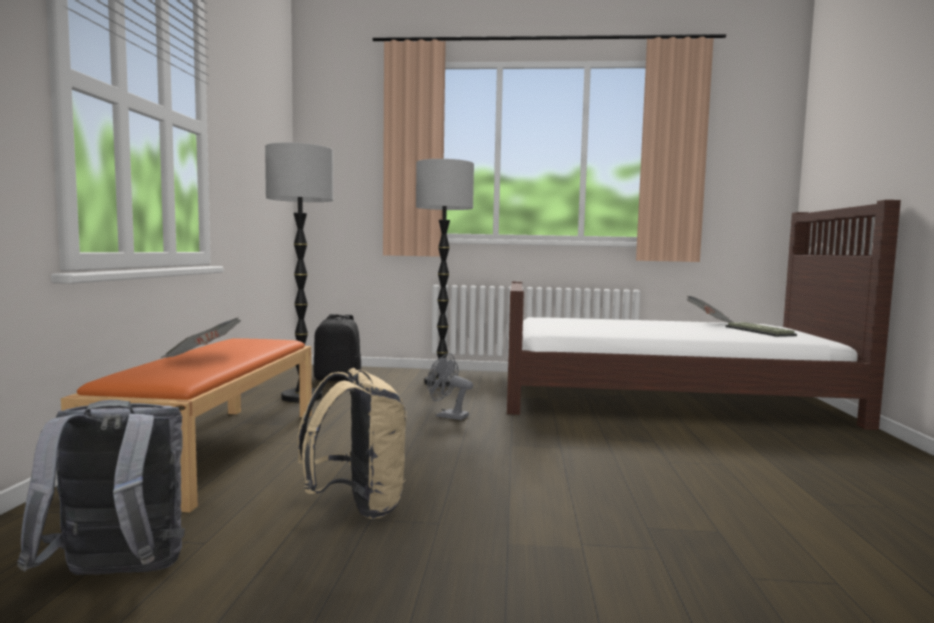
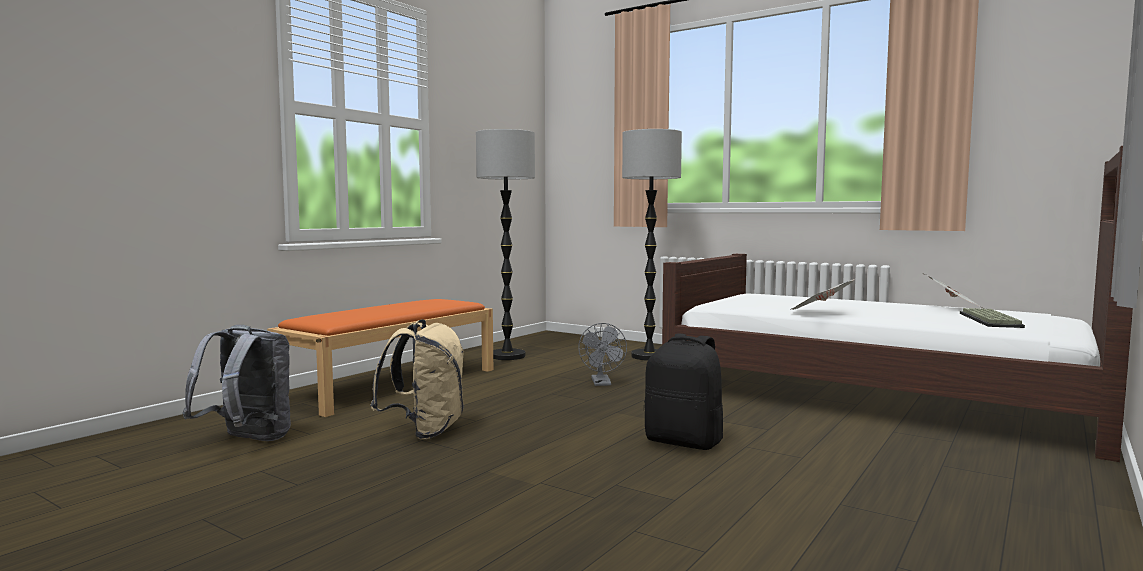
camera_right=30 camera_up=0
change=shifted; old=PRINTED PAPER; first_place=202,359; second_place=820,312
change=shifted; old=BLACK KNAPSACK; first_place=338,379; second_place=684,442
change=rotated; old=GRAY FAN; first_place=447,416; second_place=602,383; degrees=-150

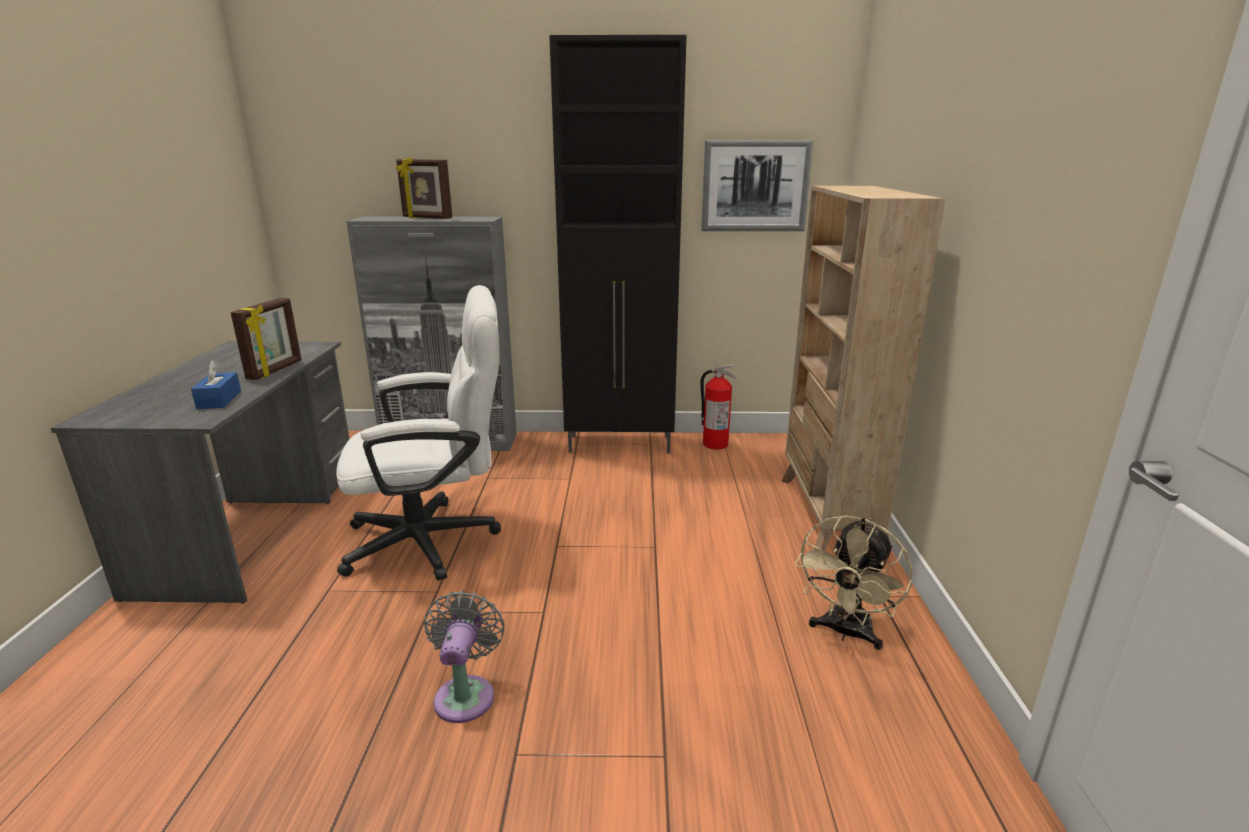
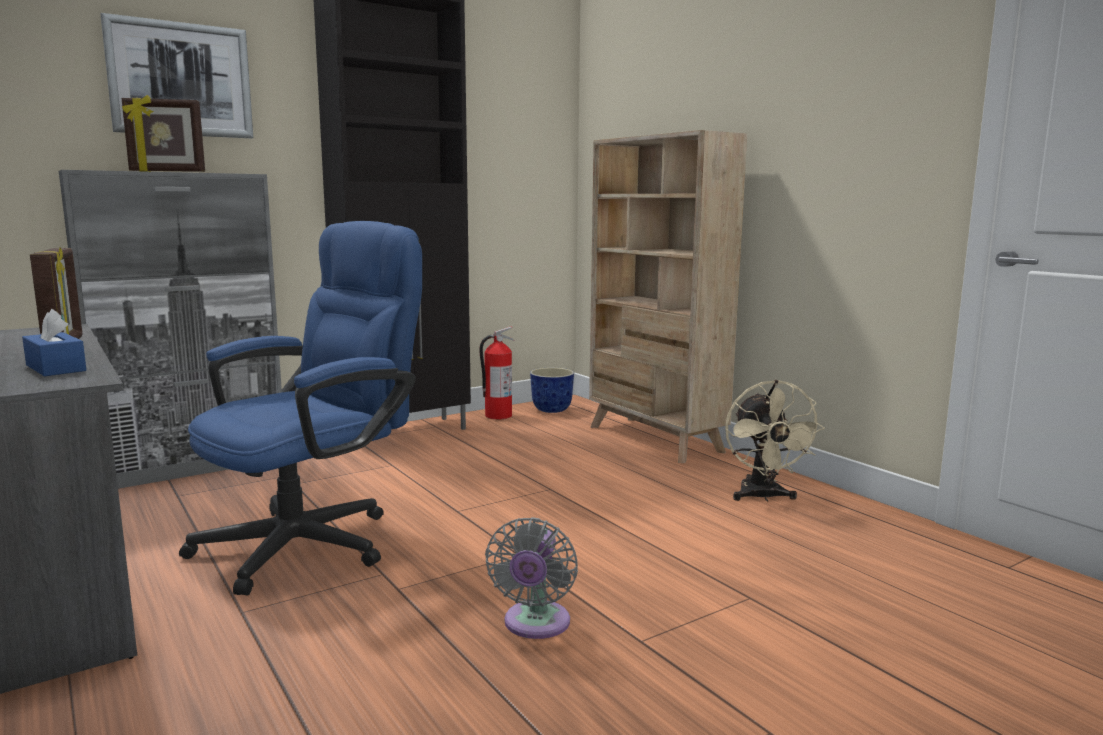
camera_right=-35 camera_up=-10
change=repainted; old=WHITISH DESK CHAIR; new=BLUE-COLOURED DESK CHAIR; first_place=436,540; second_place=314,540
change=rotated; old=GRAY FAN; first_place=466,694; second_place=535,625; degrees=-135
change=shifted; old=WALL PICTURE; first_place=755,186; second_place=180,79
change=new; new=PLANTER; second_place=551,410

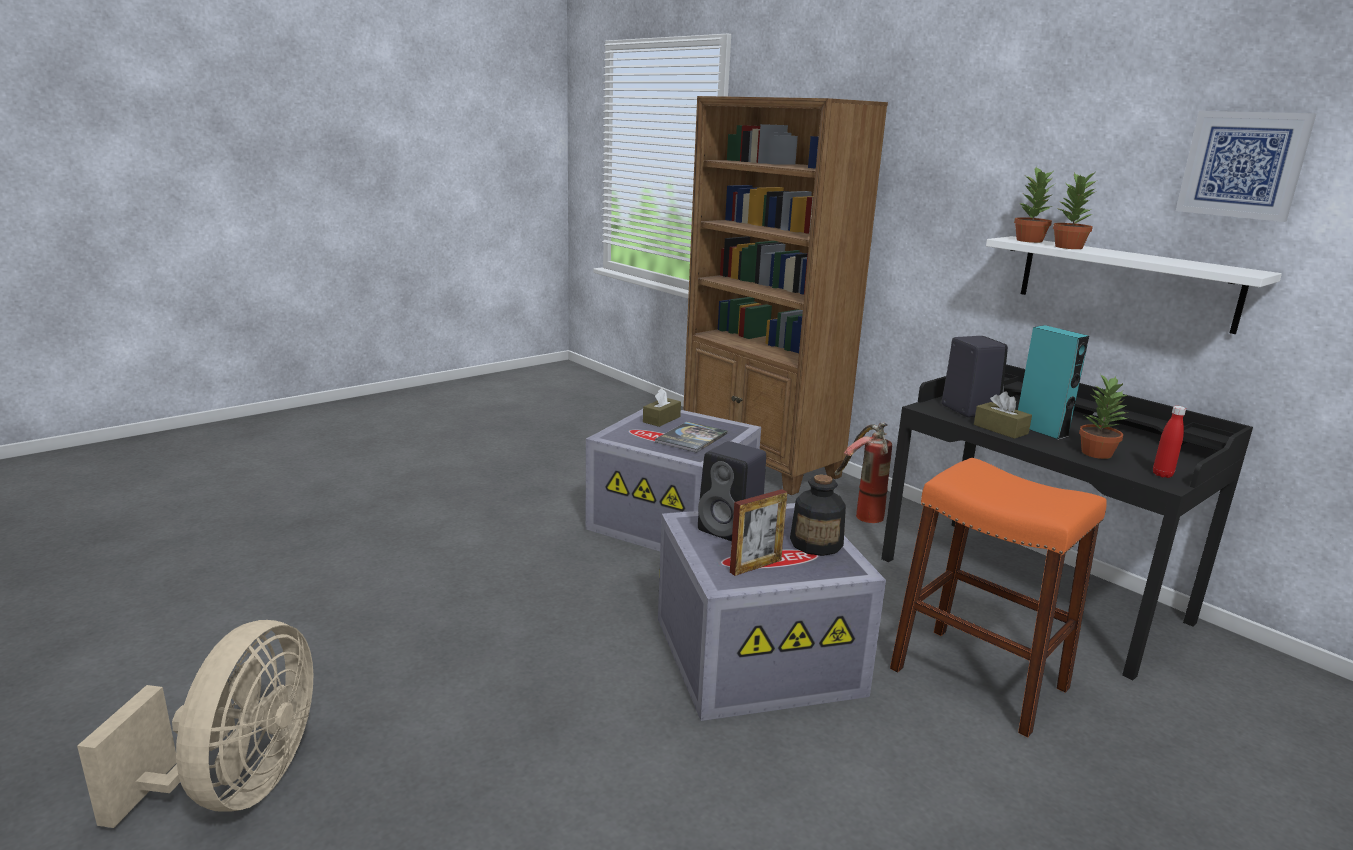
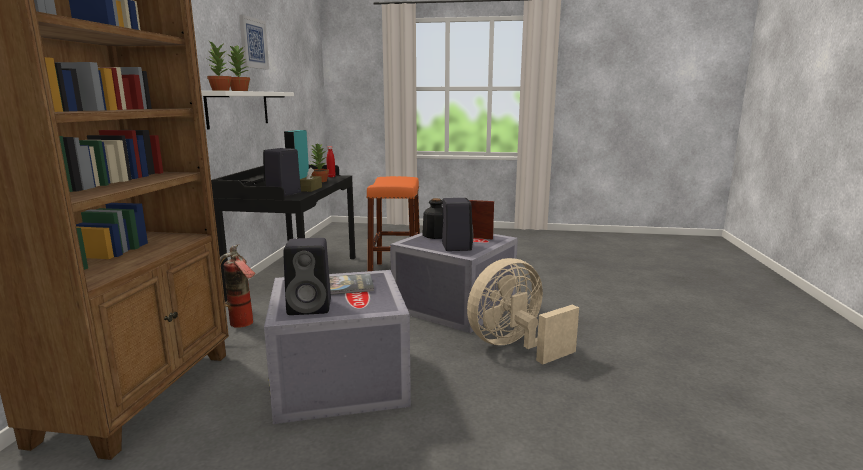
camera_right=-130 camera_up=-5
change=shifted; old=BEIGE FAN; first_place=237,786; second_place=514,346
change=swapped; old=BROWN-COLOURED TISSUE HOLDER; new=BLACK AUDIO SPEAKER; first_place=661,419; second_place=311,307

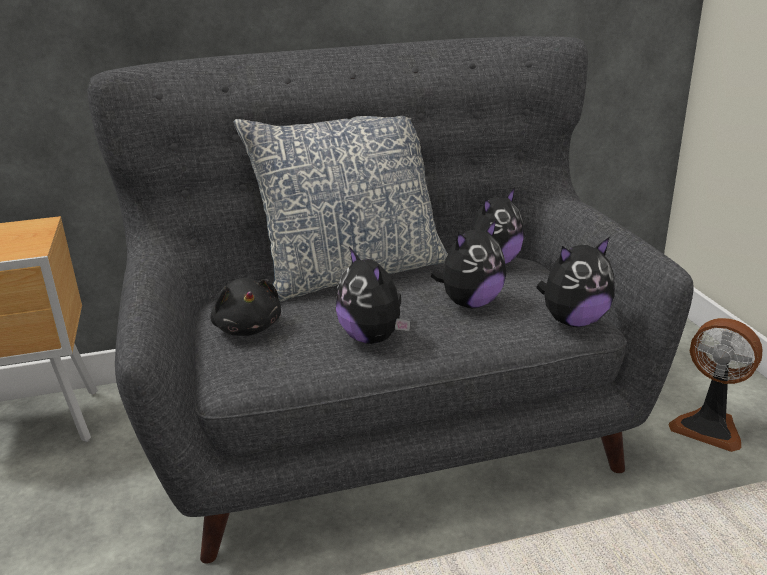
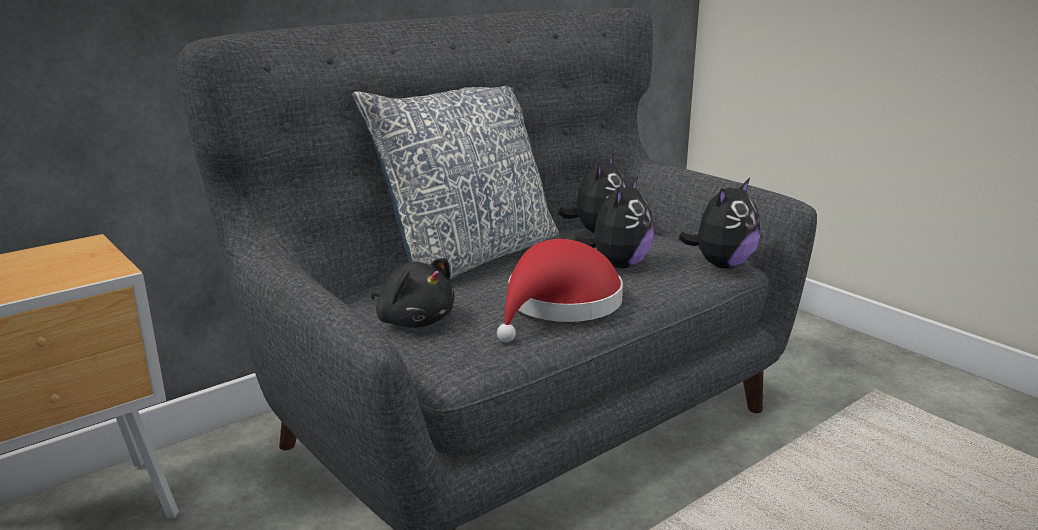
camera_right=-25 camera_up=-5
change=swapped; old=SOFT TOY; new=REDDISH CLOTHING HAT; first_place=373,338; second_place=559,306
change=gone; old=FAN; first_place=709,427

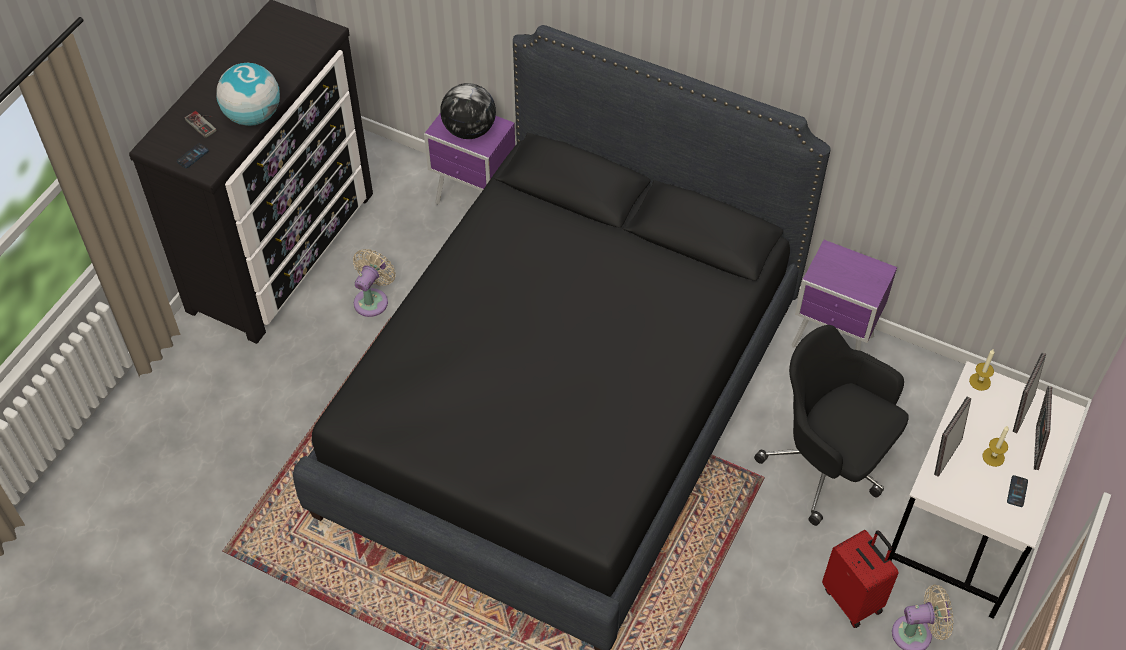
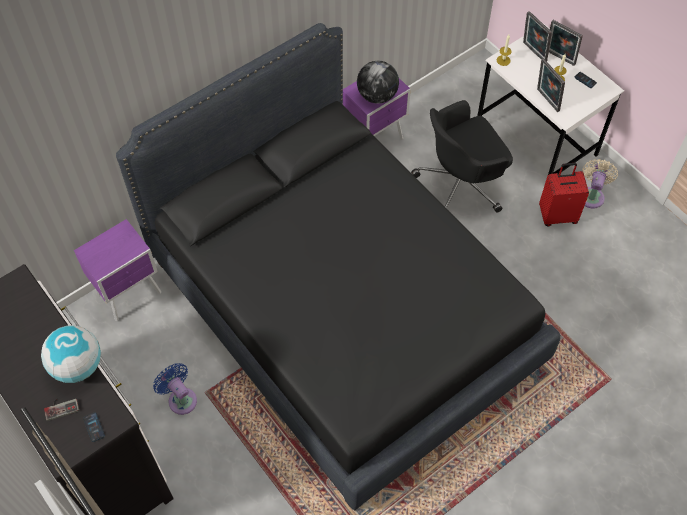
camera_right=-65 camera_up=5
change=repainted; old=BEIGE FAN; new=BLUE-COLOURED FAN; first_place=373,300; second_place=180,398
change=shifted; old=GLOBE; first_place=469,130; second_place=377,96

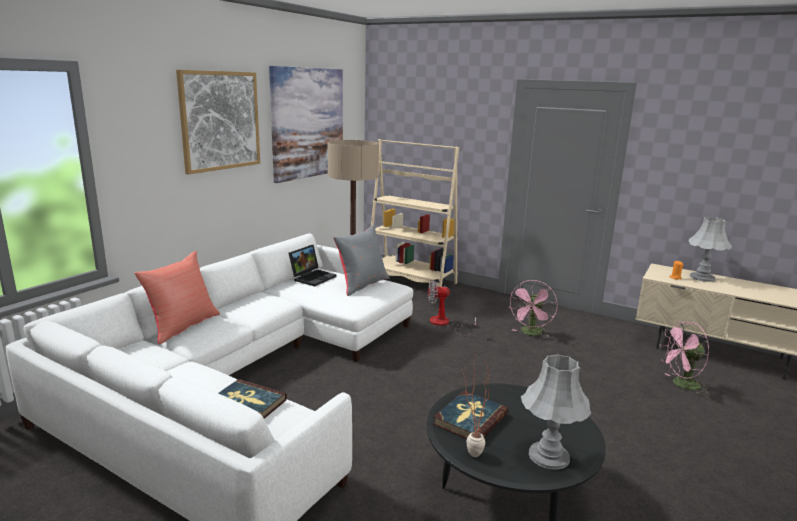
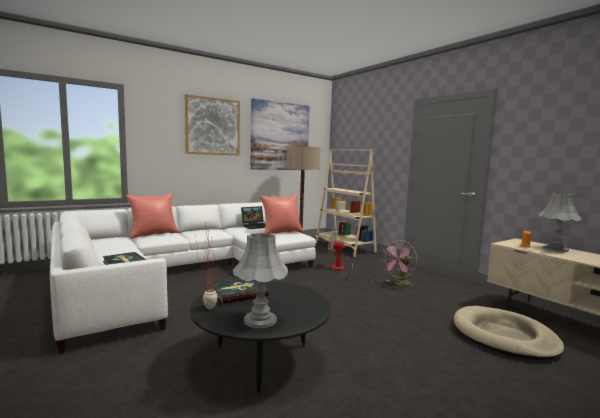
camera_right=25 camera_up=-10
change=repainted; old=GRAY THROW PILLOW; new=REDDISH THROW PILLOW; first_place=362,284; second_place=281,232
change=swapped; old=PINK-COLOURED FAN; new=BEIGE DOG CUSHION; first_place=681,385; second_place=503,336

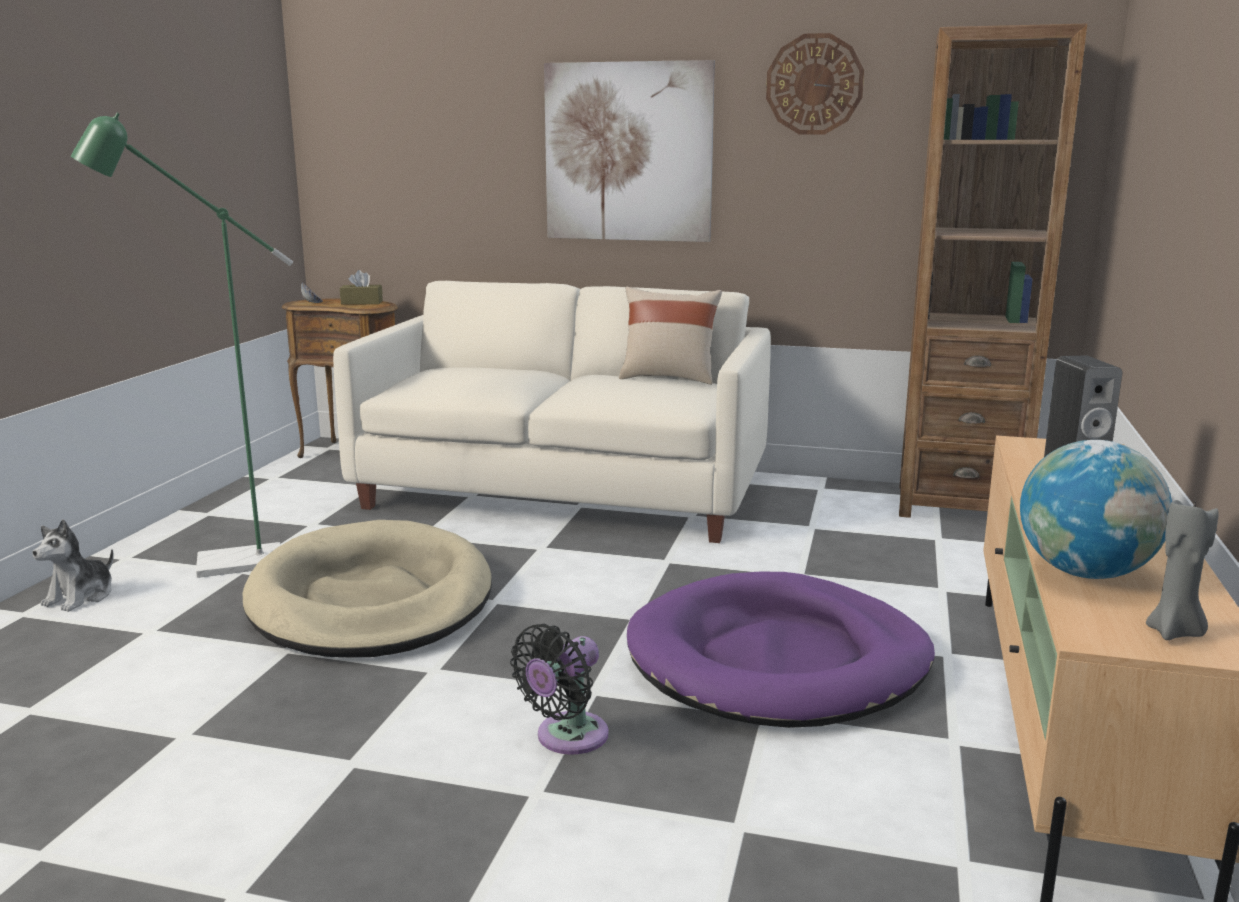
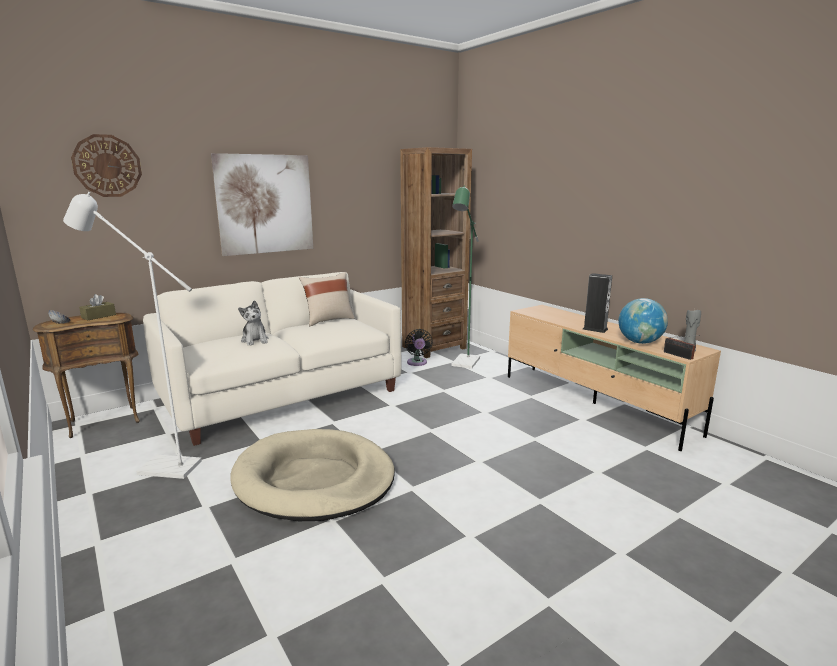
camera_right=-50 camera_up=0
change=shifted; old=SOFT TOY; first_place=81,597; second_place=255,340
change=shifted; old=GREENISH FLOOR LAMP; first_place=222,565; second_place=464,364
change=shifted; old=BLACK FAN; first_place=567,738; second_place=417,363
change=gone; old=PURPLE-COLOURED DOG CUSHION; first_place=778,660
change=shifted; old=CLOCK ON THE WALL; first_place=814,84; second_place=107,166
change=new; new=WHITISH FLOOR LAMP; second_place=160,467
change=new; new=RADIO RECEIVER; second_place=679,356

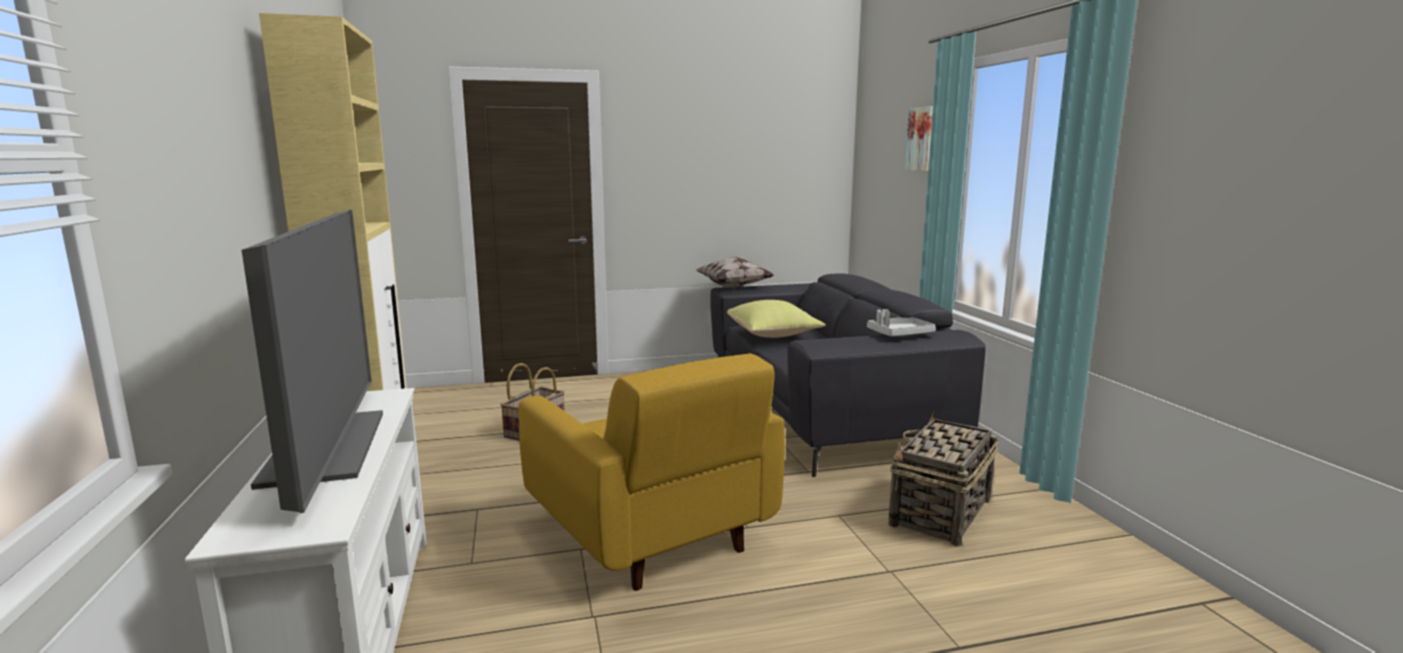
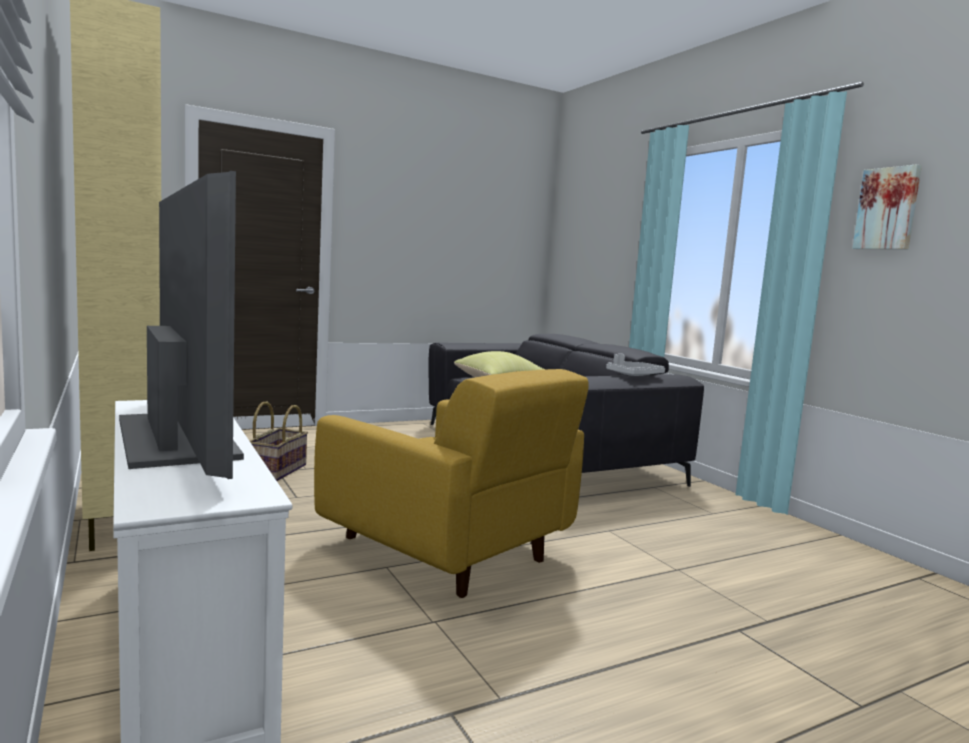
camera_right=-15 camera_up=-5
change=gone; old=THROW PILLOW; first_place=734,286
change=gone; old=HOUSEHOLD BASKET; first_place=940,513
change=shifted; old=WALL PICTURE; first_place=922,139; second_place=888,209

